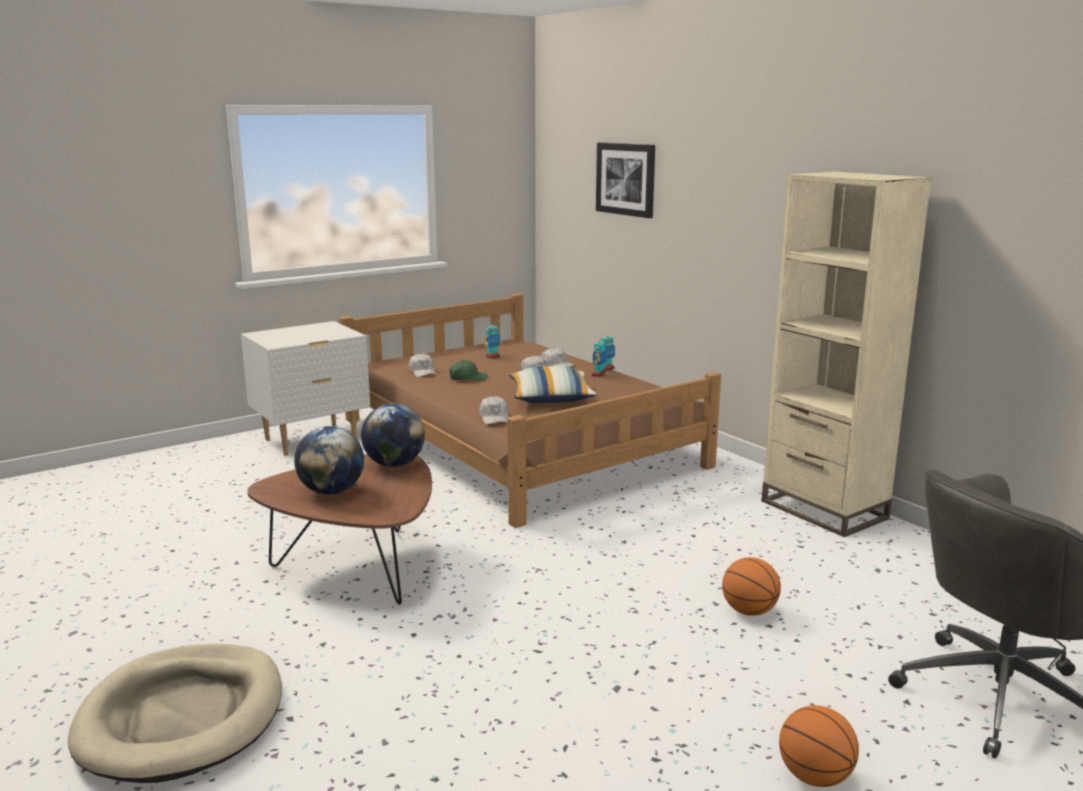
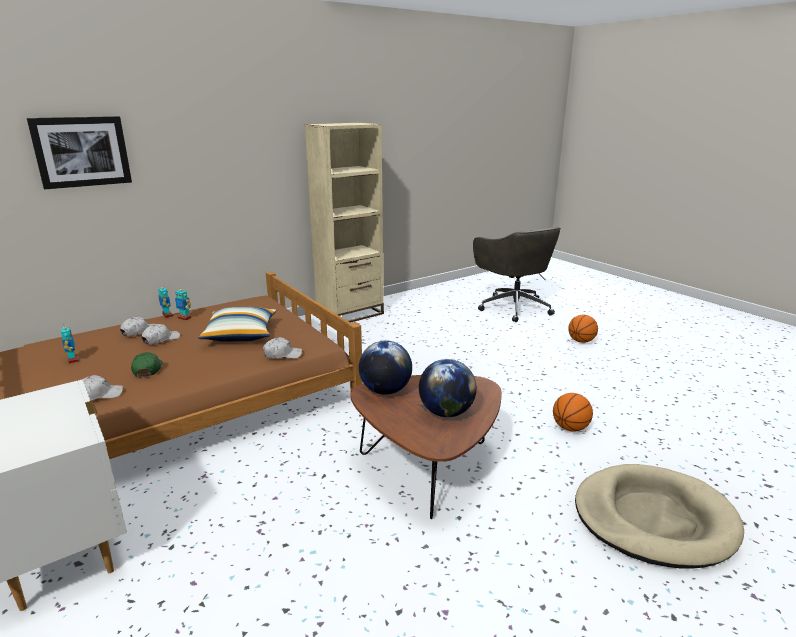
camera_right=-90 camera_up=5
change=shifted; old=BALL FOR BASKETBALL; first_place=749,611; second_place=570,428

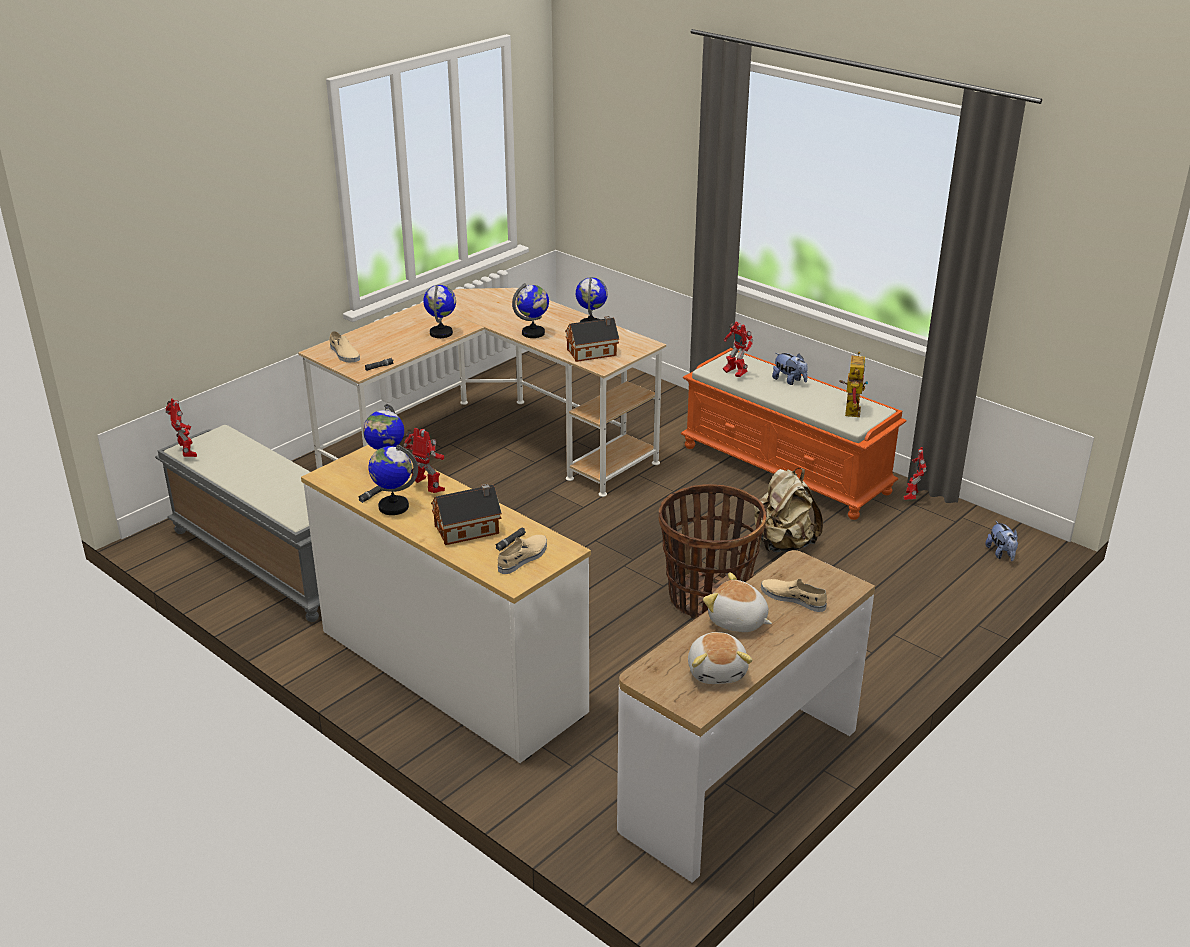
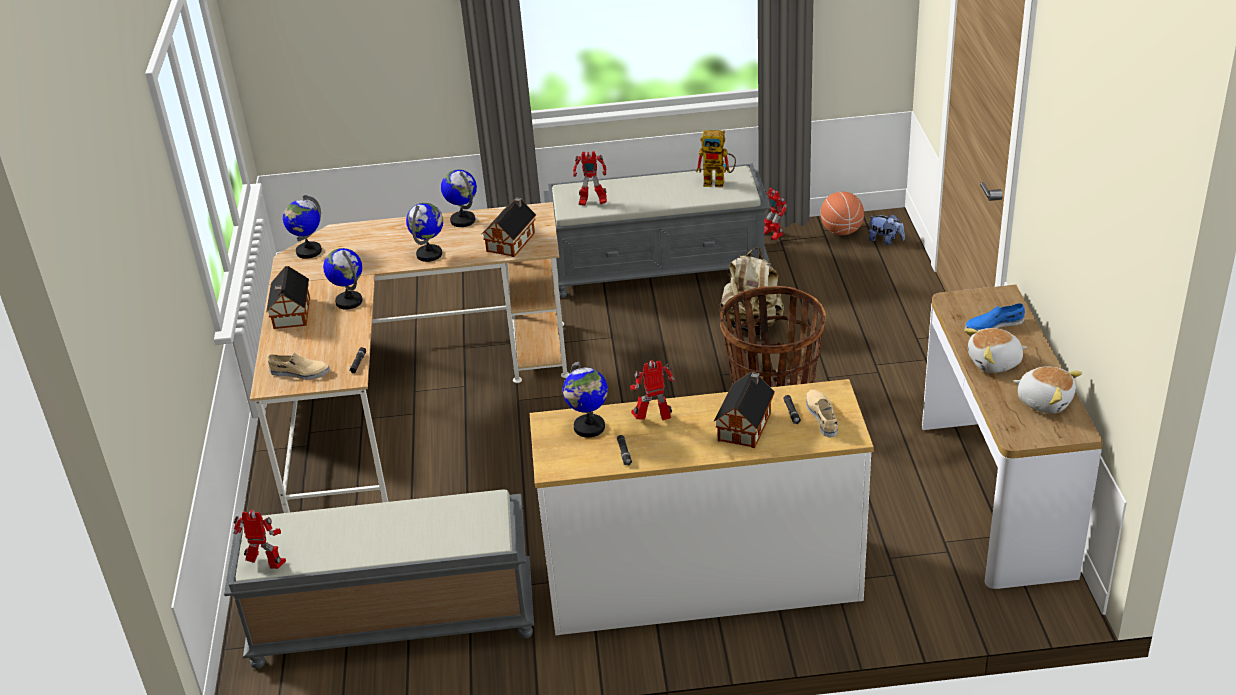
camera_right=-45 camera_up=5
change=shifted; old=GLOBE; first_place=393,506; second_place=308,251
change=repainted; old=ORANGE BENCH; new=GRAY BENCH; first_place=787,469; second_place=659,268
change=repainted; old=BEIGE SHOE; new=BLUE-COLOURED SHOE; first_place=793,598; second_place=993,325
change=gone; old=SOFT TOY; first_place=789,381
change=rotated; old=TOY ROBOT; first_place=850,409; second_place=719,182; degrees=135
change=new; new=MODEL HOUSE; second_place=291,314
change=new; new=BALL FOR BASKETBALL; second_place=841,231

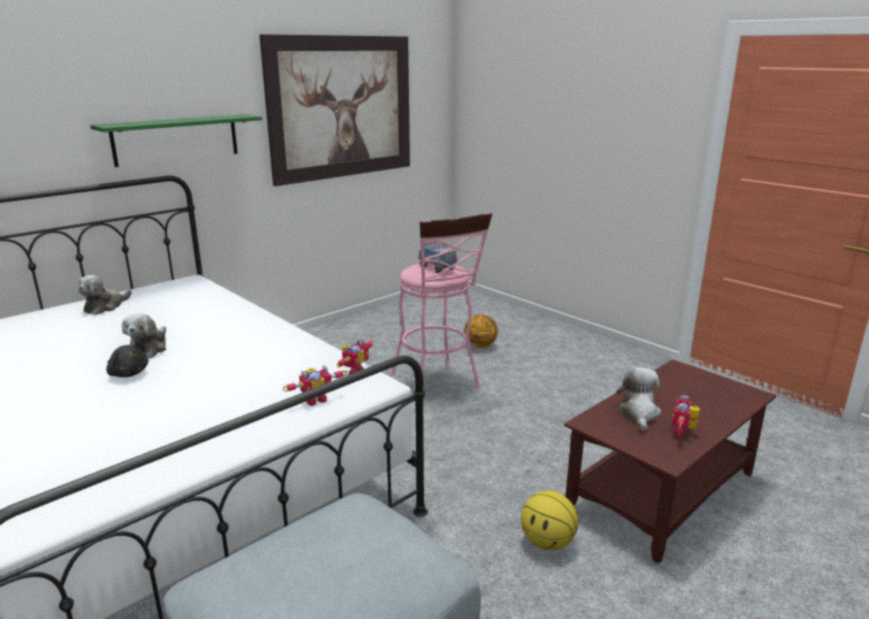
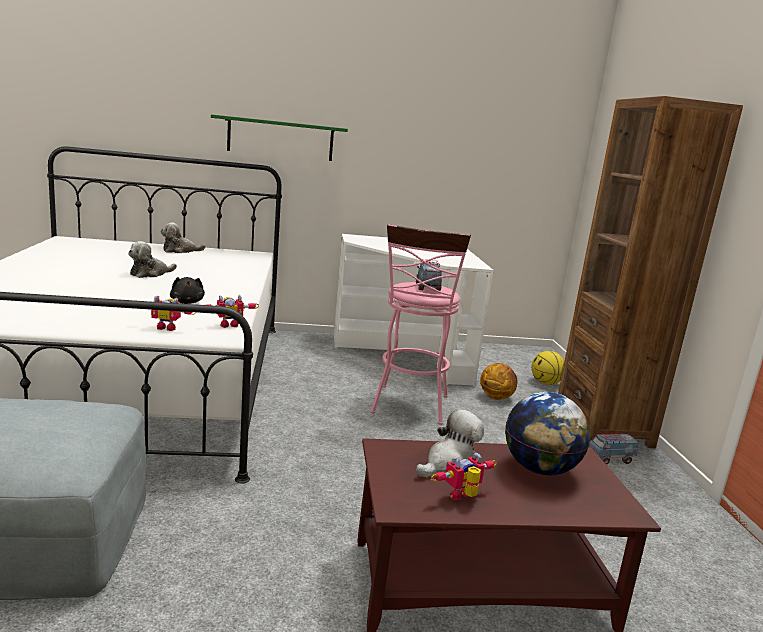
camera_right=35 camera_up=-5
change=shifted; old=BLACK SOFT TOY; first_place=128,373; second_place=187,302
change=gone; old=WALL PICTURE; first_place=342,107
change=shifted; old=BALL FOR BASKETBALL; first_place=548,542; second_place=545,383
change=new; new=WHITISH DESK UNIT; second_place=406,355
change=new; new=GLOBE; second_place=539,469
change=new; new=BROWN-COLOURED BOOKCASE; second_place=603,427
change=new; new=MODEL TRUCK; second_place=609,458

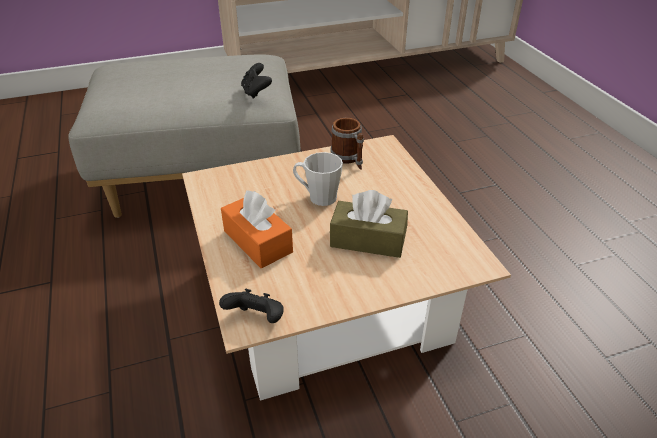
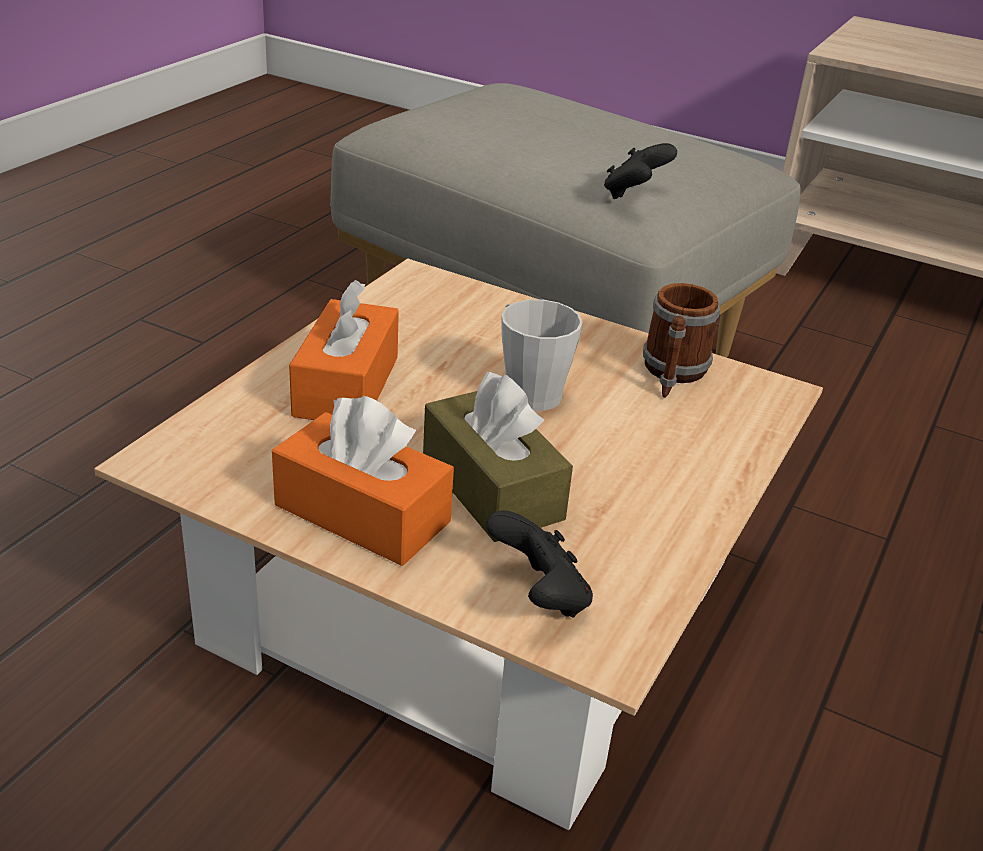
camera_right=45 camera_up=-5
change=shifted; old=BLACK GAME CONTROLLER; first_place=257,319; second_place=539,596
change=new; new=ORANGE TISSUE HOLDER; second_place=362,513

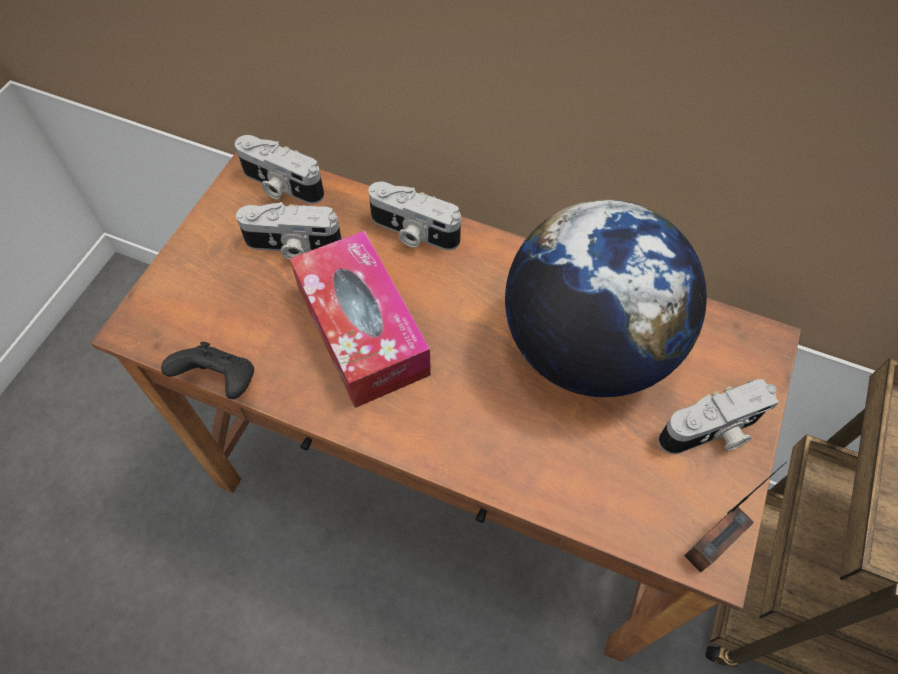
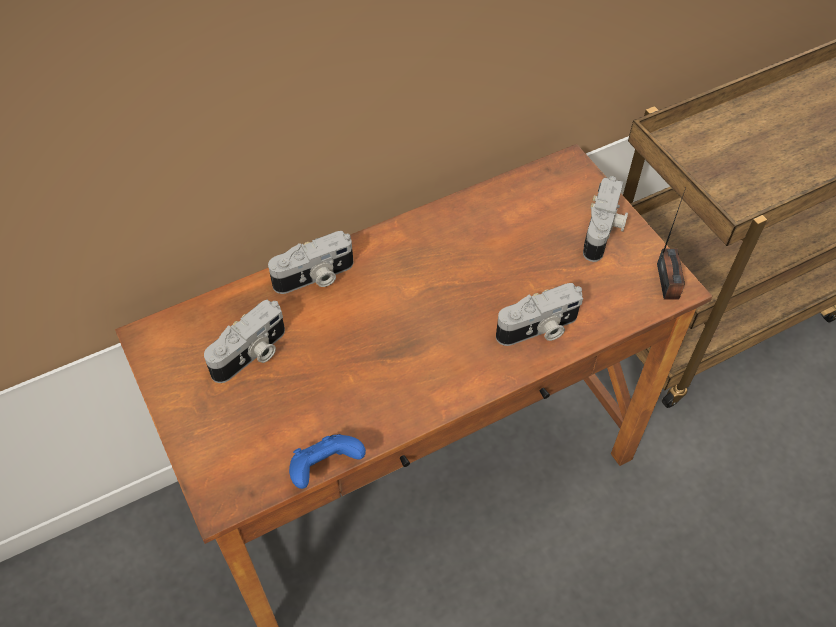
camera_right=-50 camera_up=-5
change=repainted; old=BLACK GAME CONTROLLER; new=BLUE-COLOURED GAME CONTROLLER; first_place=220,381; second_place=325,468
change=shifted; old=STILL CAMERA; first_place=280,186; second_place=539,329
change=gone; old=TISSUE HOLDER; first_place=362,330
change=gone; old=GLOBE; first_place=586,347

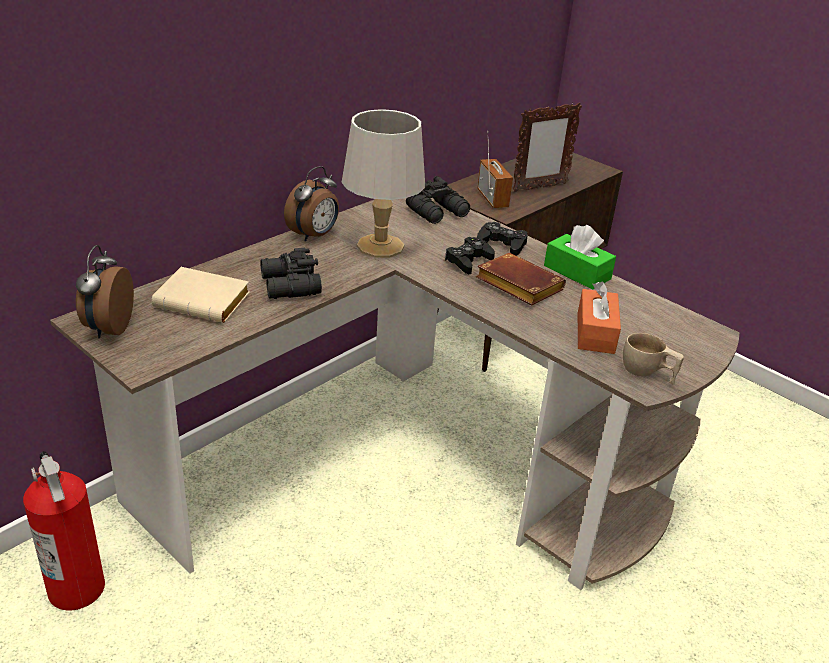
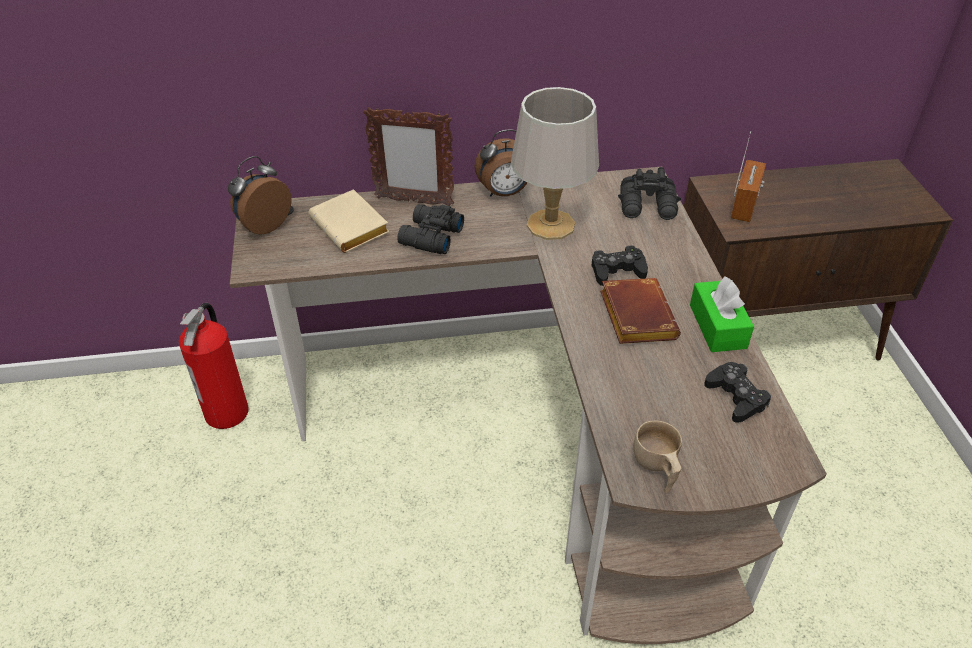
camera_right=40 camera_up=10
change=shifted; old=BLACK GAME CONTROLLER; first_place=502,244; second_place=736,397
change=shifted; old=PHOTO FRAME; first_place=539,187; second_place=413,201
change=gone; old=ORANGE TISSUE HOLDER; first_place=595,333

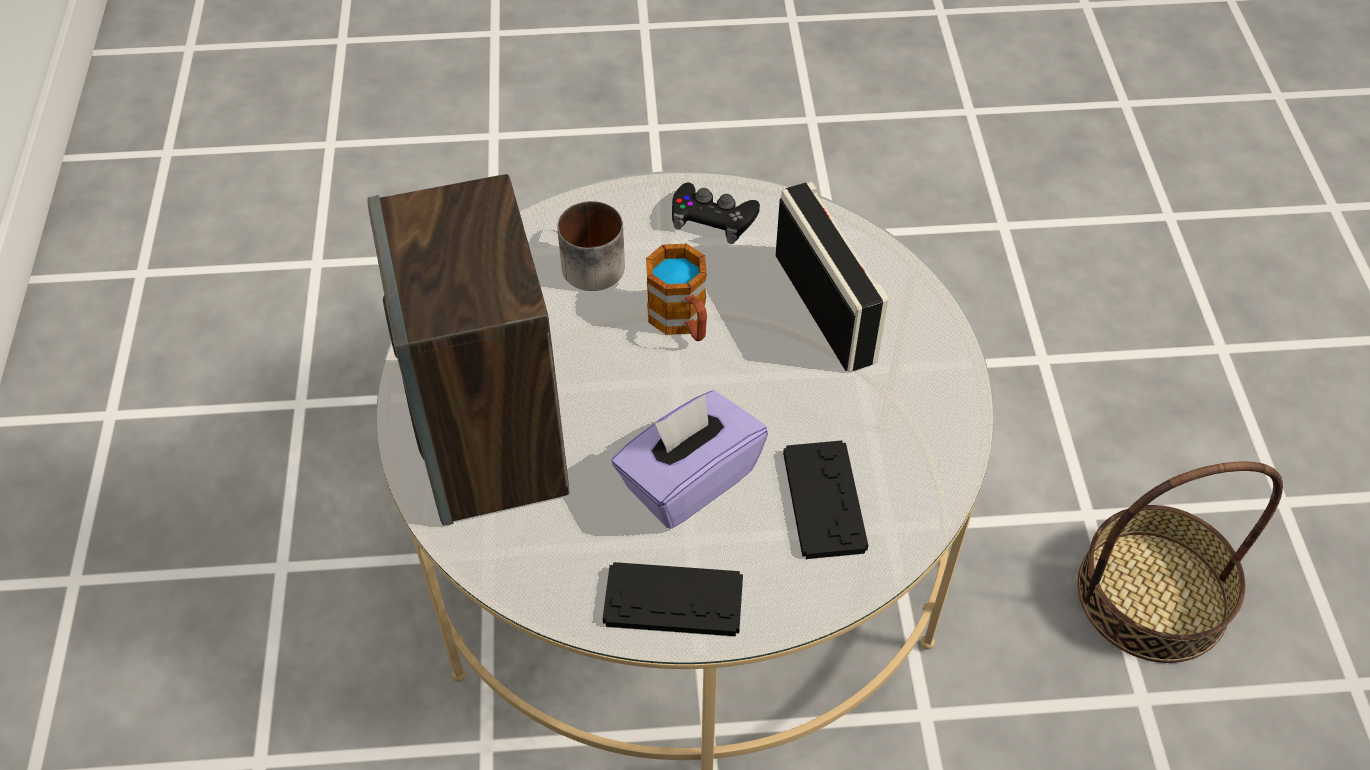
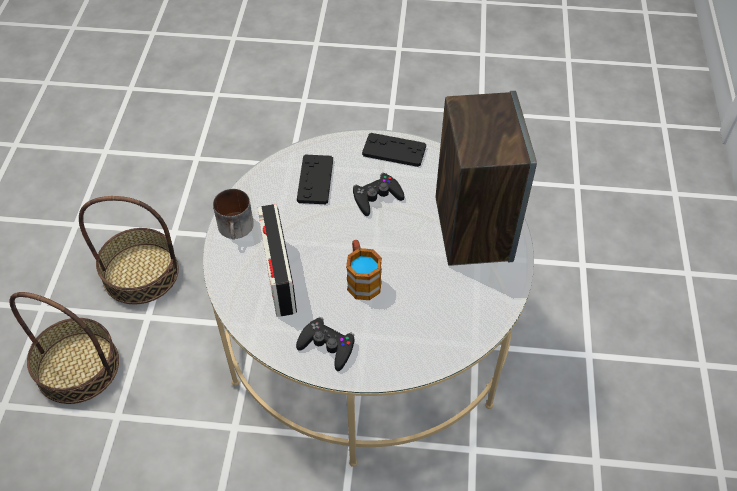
camera_right=-170 camera_up=0
change=shifted; old=MUG; first_place=588,261; second_place=237,229
change=swapped; old=PURPLE-COLOURED TISSUE HOLDER; new=BLACK GAME CONTROLLER; first_place=688,480; second_place=377,197
change=new; new=HOUSEHOLD BASKET; second_place=78,367

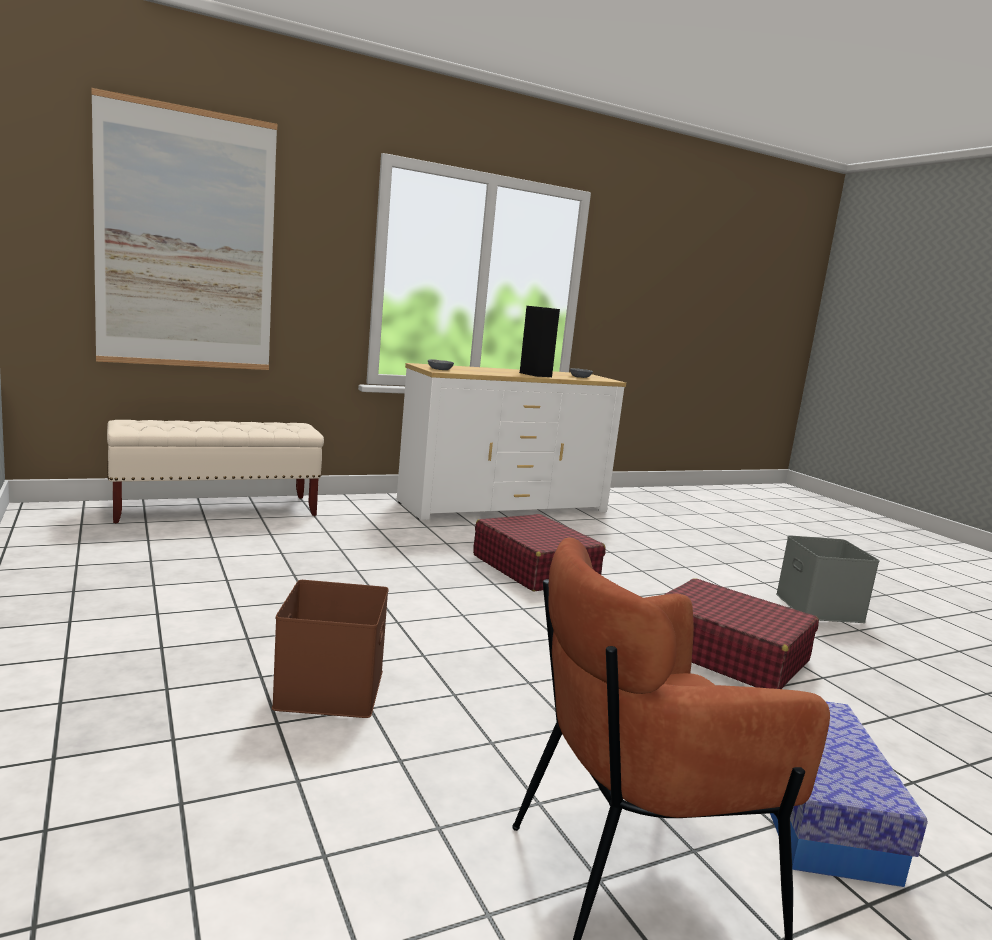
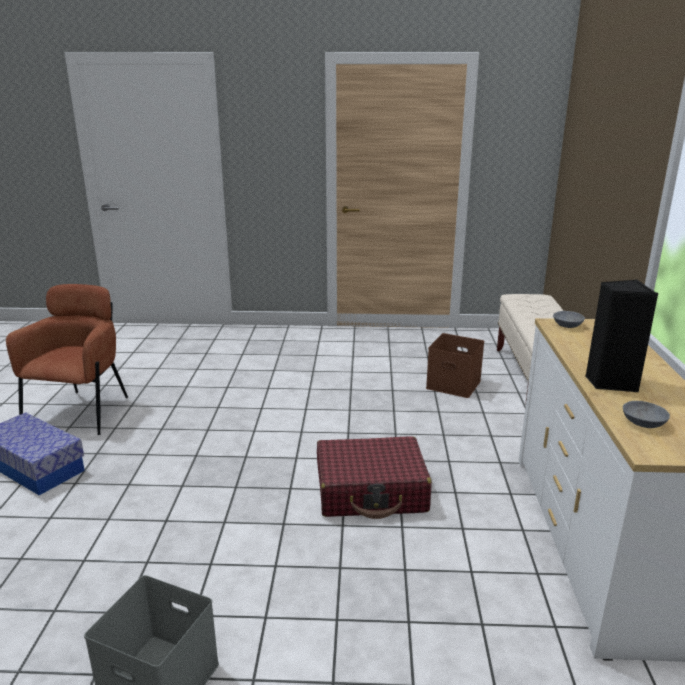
camera_right=120 camera_up=10
change=gone; old=WALL PICTURE; first_place=187,241
change=shifted; old=BROWN-COLOURED STORAGE BOX; first_place=328,687; second_place=454,384
change=gone; old=REDDISH SUITCASE; first_place=726,653

